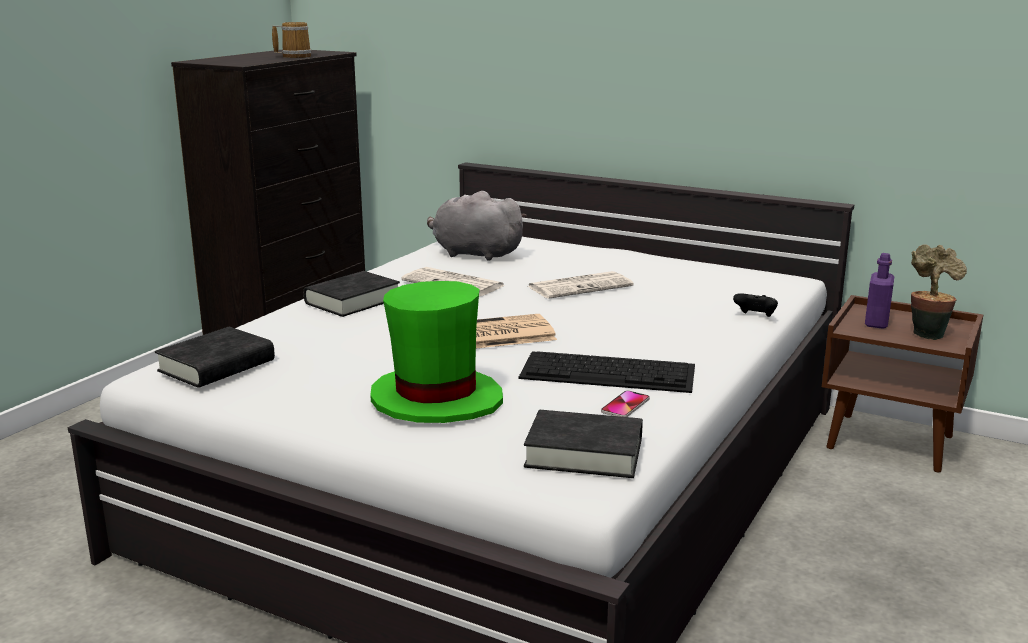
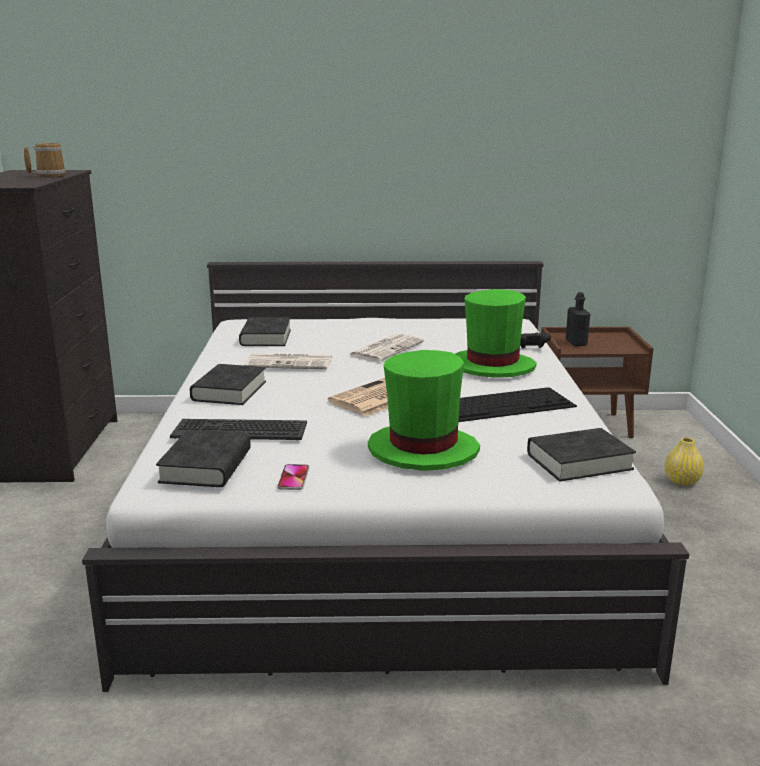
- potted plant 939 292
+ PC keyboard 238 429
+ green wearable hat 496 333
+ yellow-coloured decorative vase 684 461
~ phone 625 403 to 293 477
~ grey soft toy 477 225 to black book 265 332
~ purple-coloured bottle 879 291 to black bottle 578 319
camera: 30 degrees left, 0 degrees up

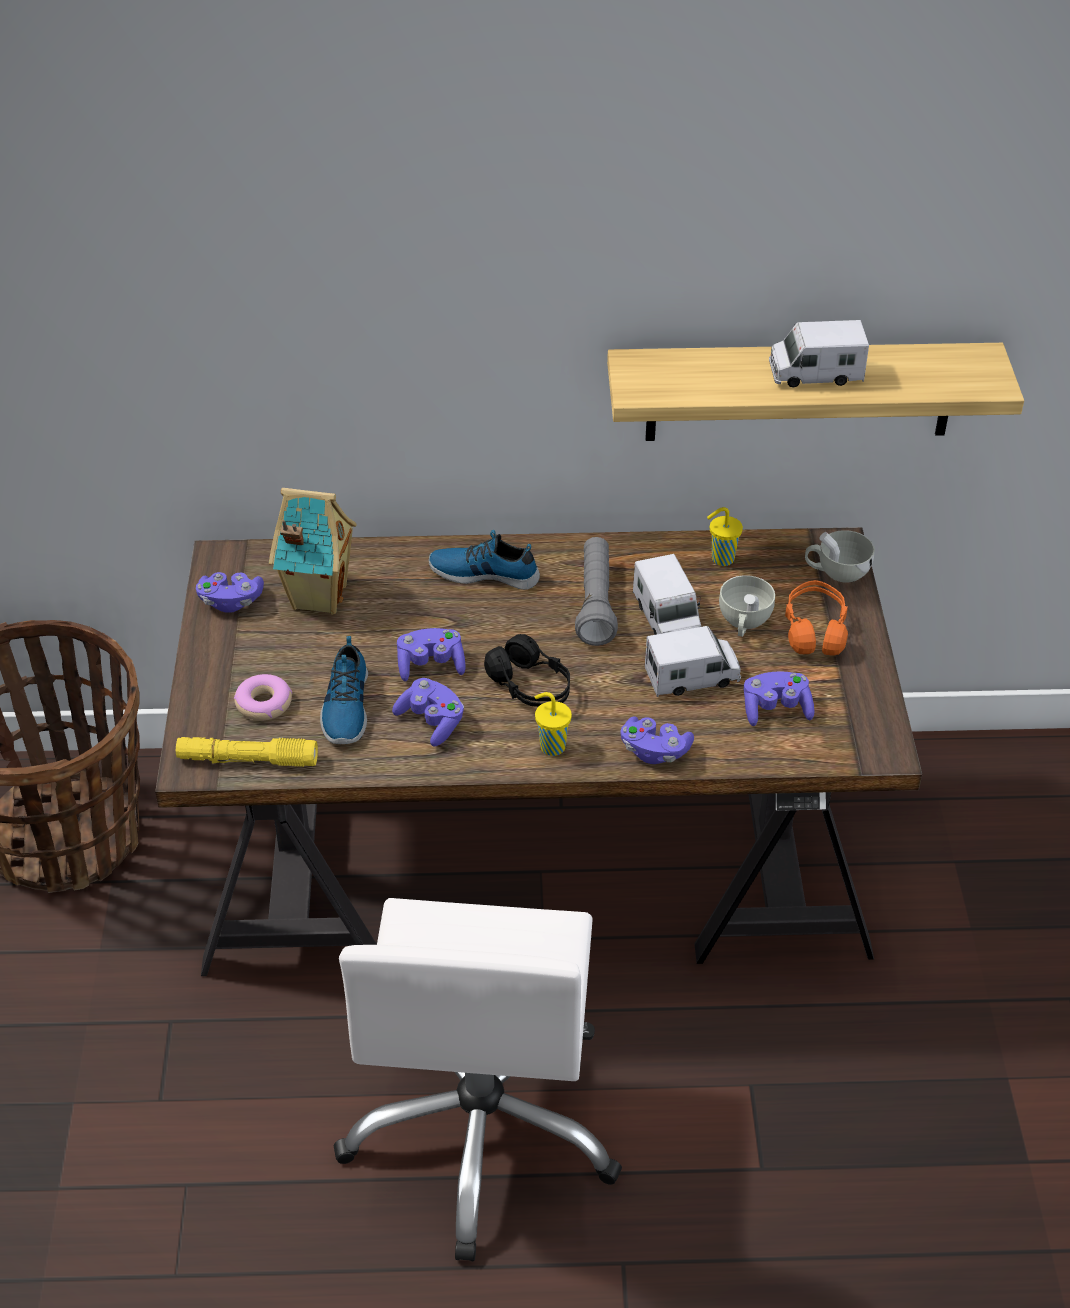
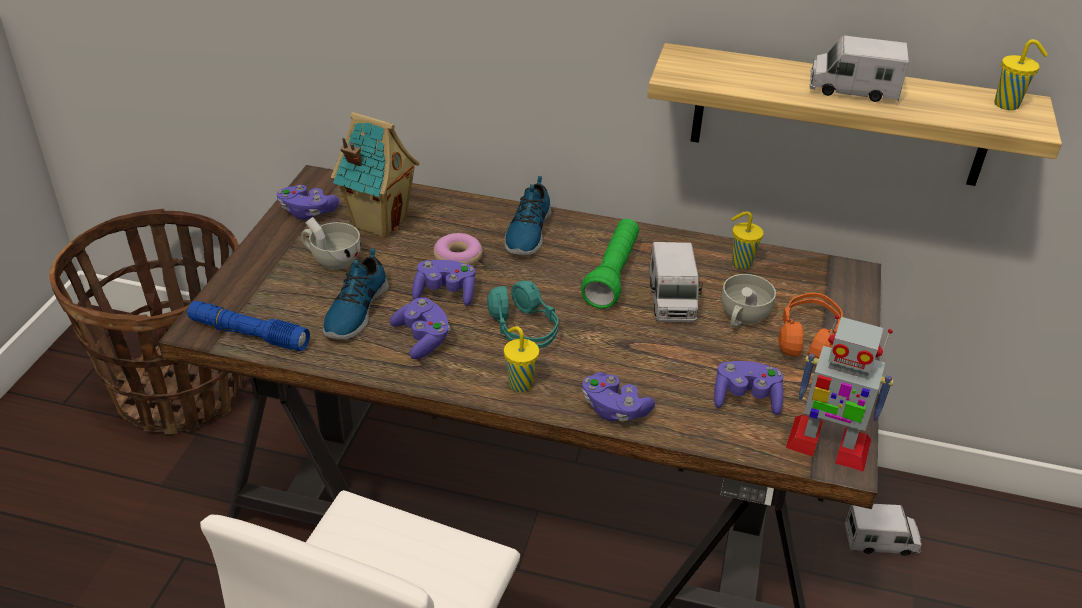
+ toy robot 839 393
+ yellow-coloured small cup 1021 74
~ donut 263 697 to 458 249
~ toy truck 693 661 to 883 530
~ white small cup 840 556 to 331 243
~ yellow-coloured torch 247 752 to blue-coloured torch 248 326
~ black headphones 527 670 to turquoise headphones 522 314
~ grey torch 596 591 to green torch 610 264
~ shoe 484 560 = 527 215 105 degrees counterclockwise
camera: 15 degrees right, 5 degrees down

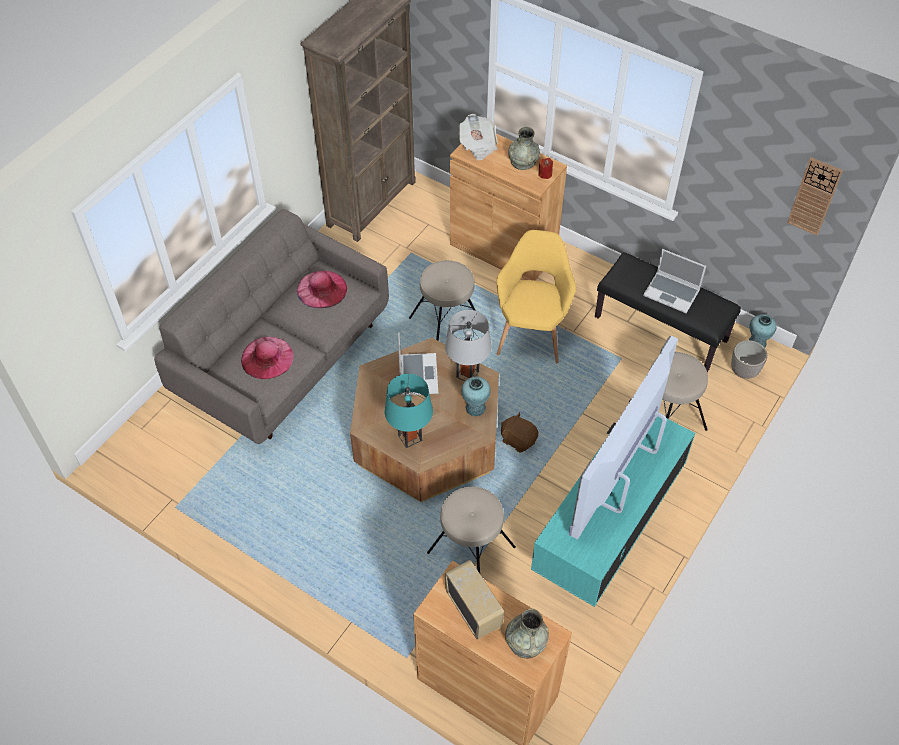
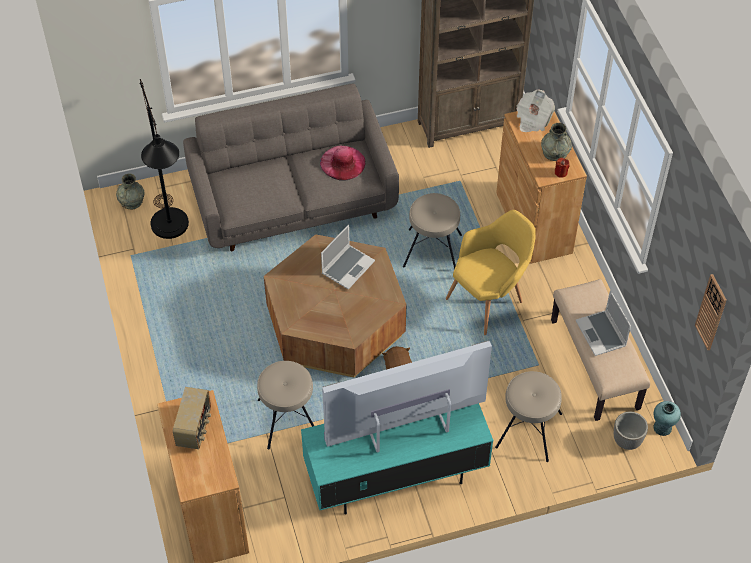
- pinkish wearable hat 267 358
- turquoise tabletop lamp 409 411
- grey tabletop lamp 468 345
- turquoise decorative vase 476 396
+ black standing lamp 164 159
~ grey decorative vase 527 633 to 130 191
~ black bench 668 312 to sand-coloured bench 600 350
camera: 40 degrees right, 0 degrees up

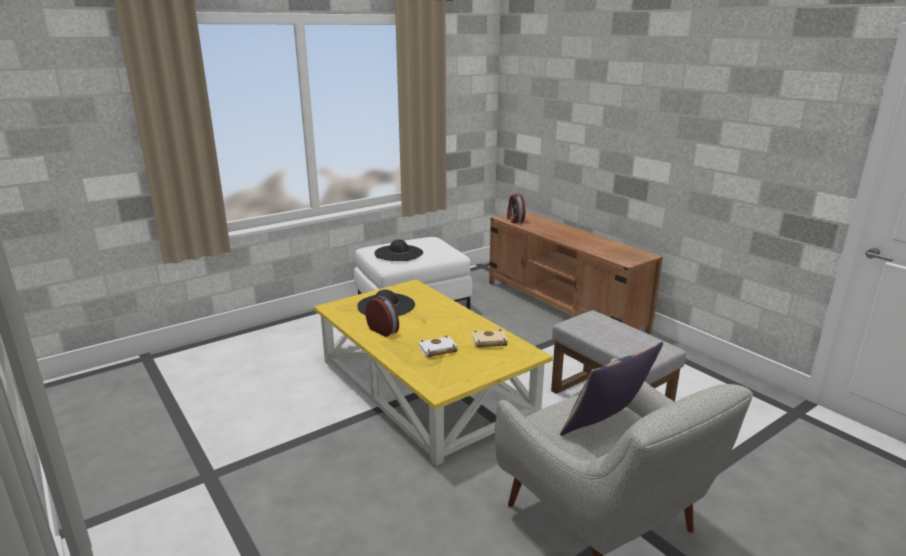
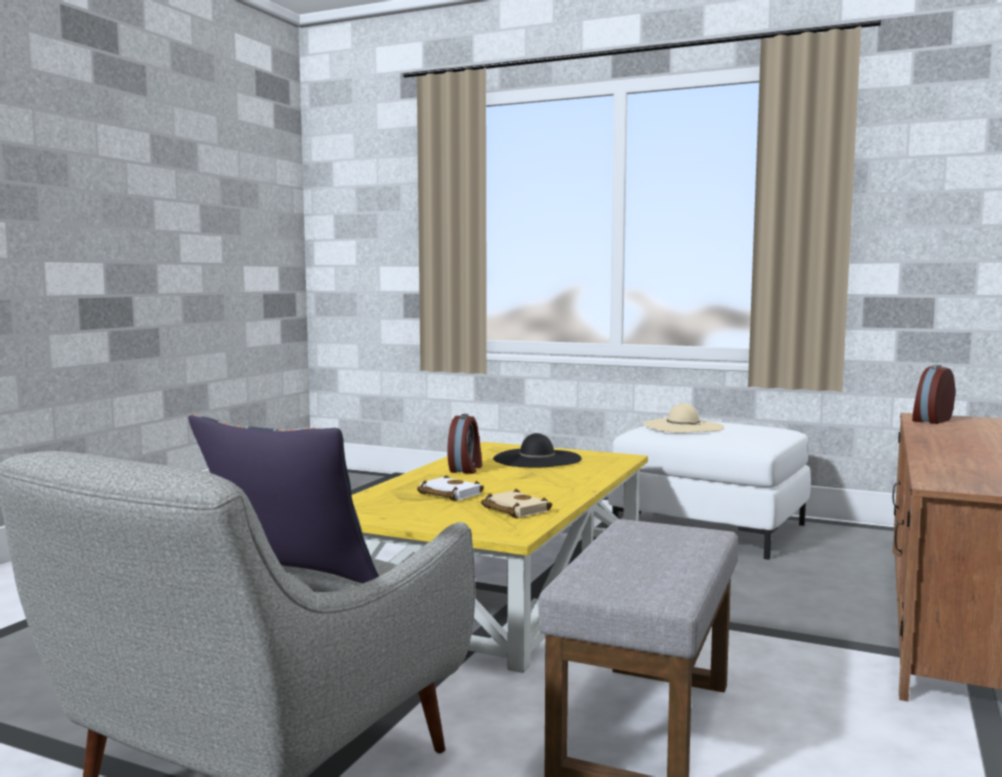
~ black wearable hat 399 250 to sand-coloured wearable hat 683 417
camera: 60 degrees right, 15 degrees down

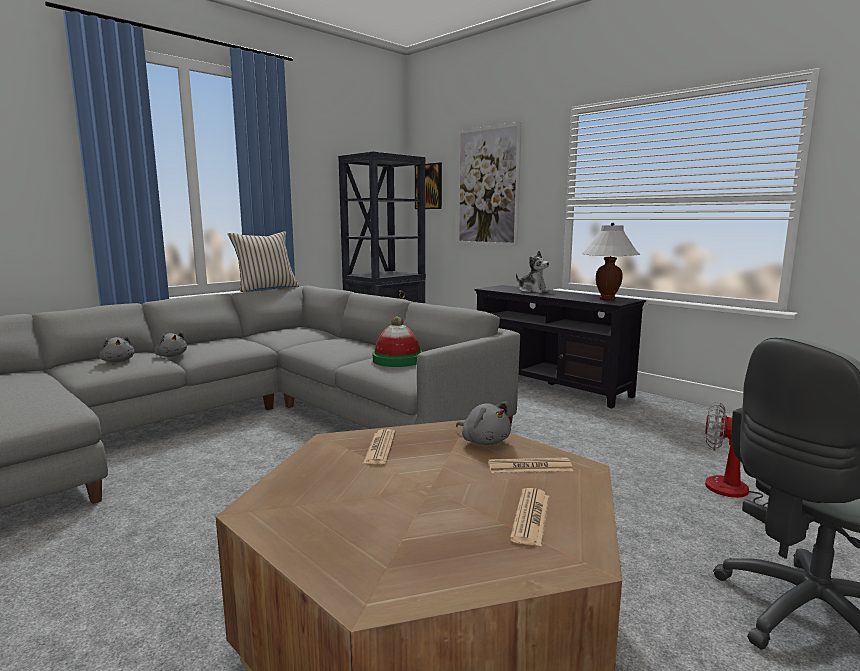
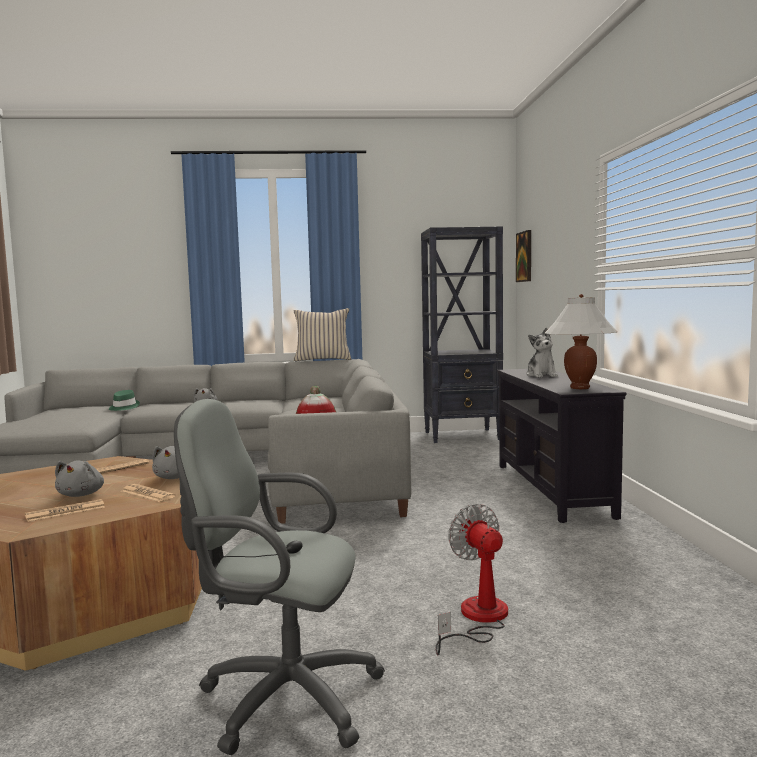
- picture 489 184
+ green wearable hat 124 400
~ grey soft toy 116 349 to 79 478
camera: 40 degrees right, 5 degrees down

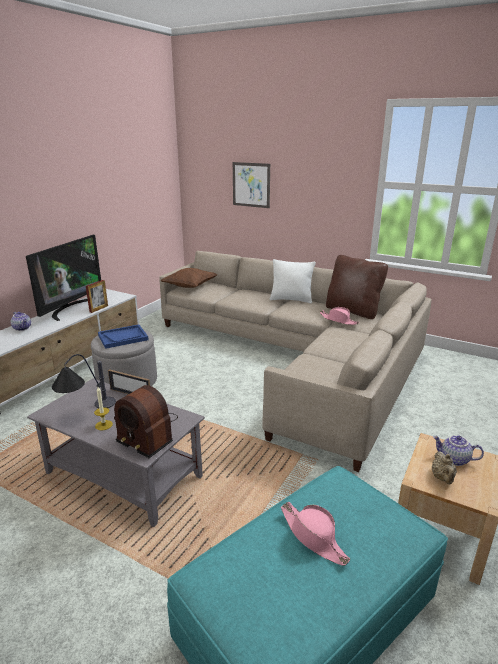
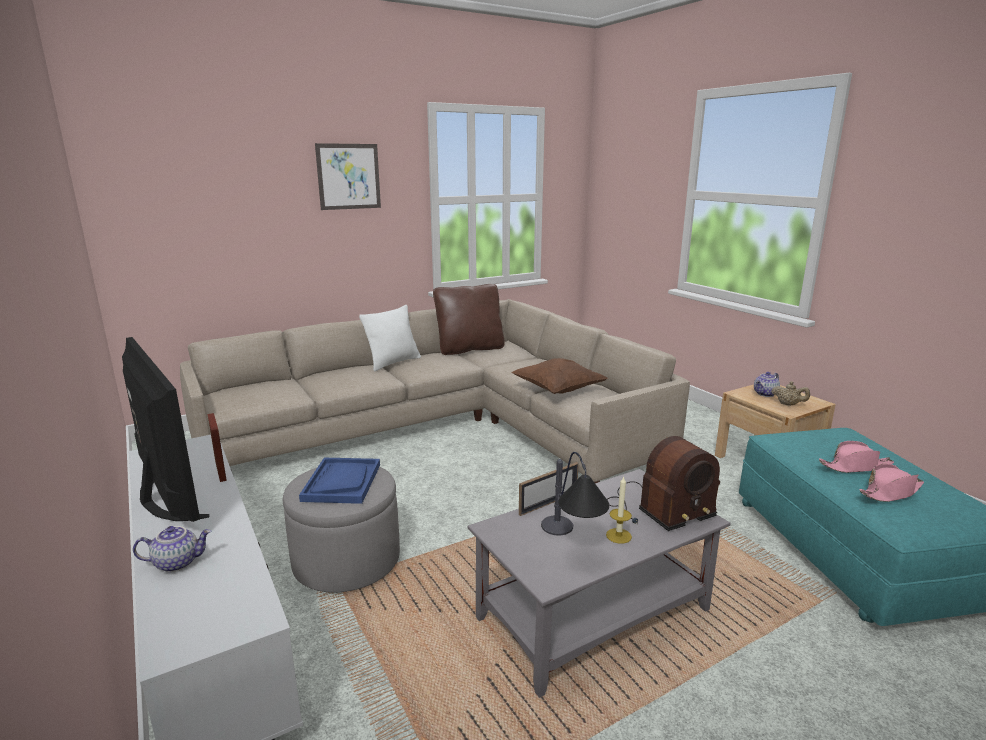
~ brown-coloured throw pillow 188 278 to 560 376
~ picture 251 185 to 348 176
~ pinkish wearable hat 339 316 to 891 483
camera: 60 degrees left, 5 degrees down

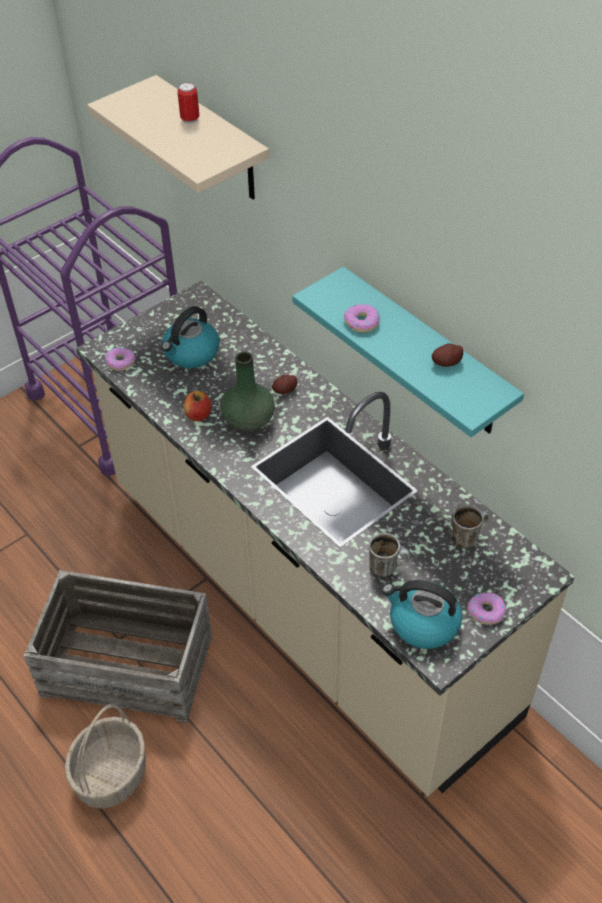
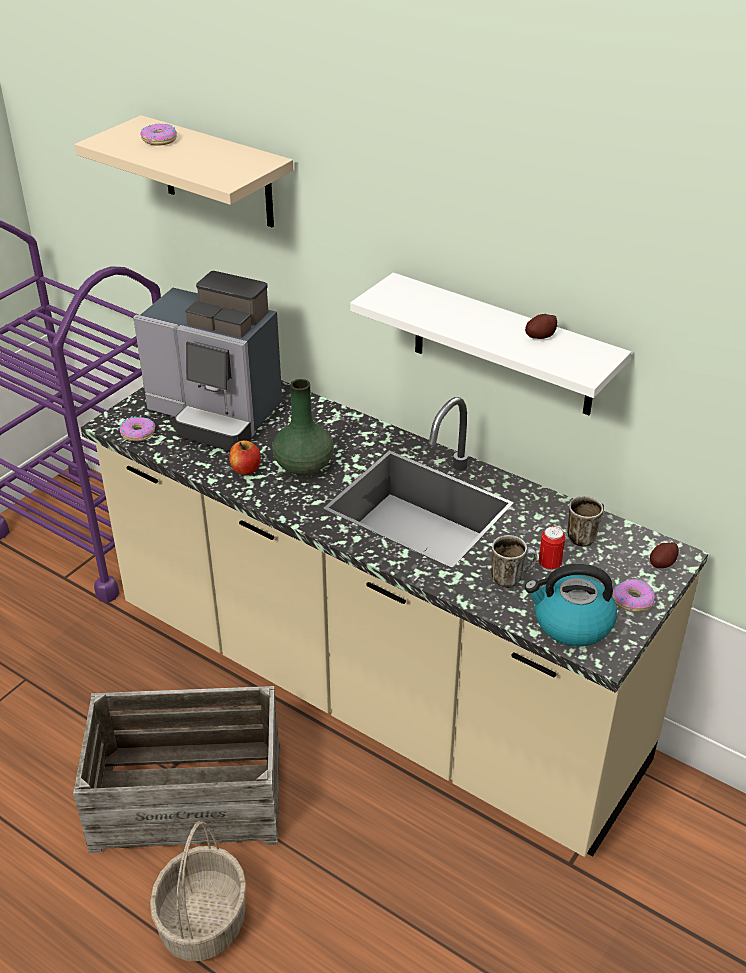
~ metal can 188 103 to 552 548
~ potato 284 384 to 664 555
~ donut 362 318 to 158 134
~ water kettle 191 337 to coffee maker 207 361
~ turquoise shelf 408 352 to white shelf 490 344
camera: 15 degrees left, 10 degrees down

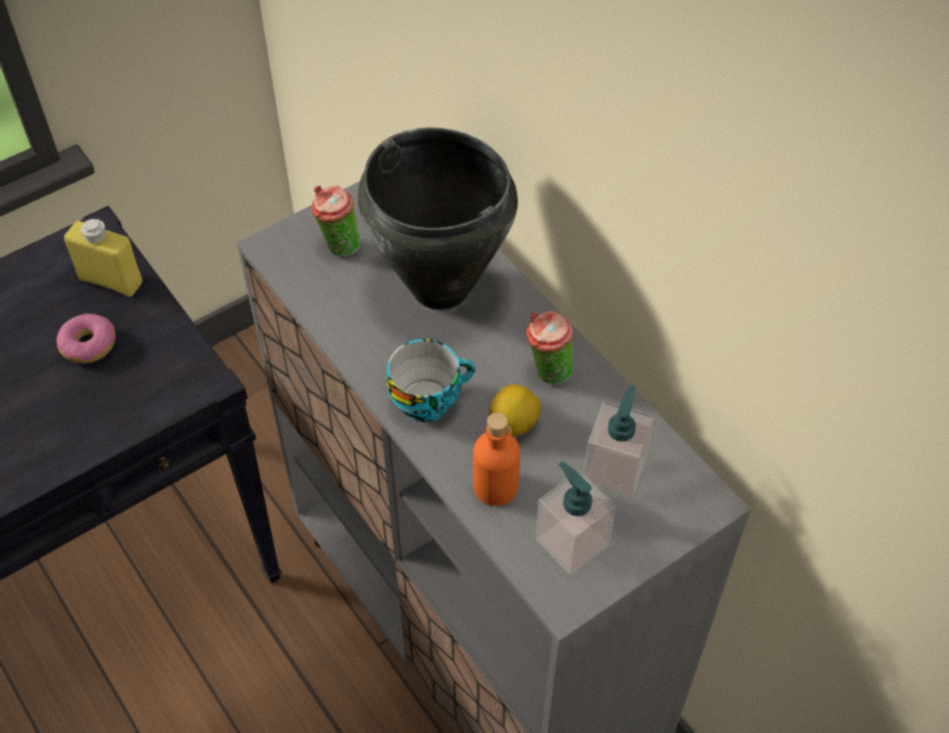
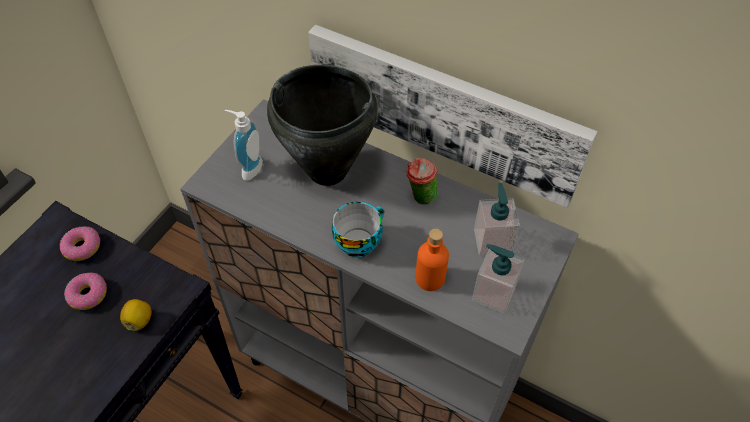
+ picture 452 116
~ whole lemon 515 410 to 136 315
~ yellow-coloured bottle 103 257 to donut 80 244
~ small cup 336 221 to liquid soap bottle 244 145
camera: 25 degrees left, 0 degrees up

